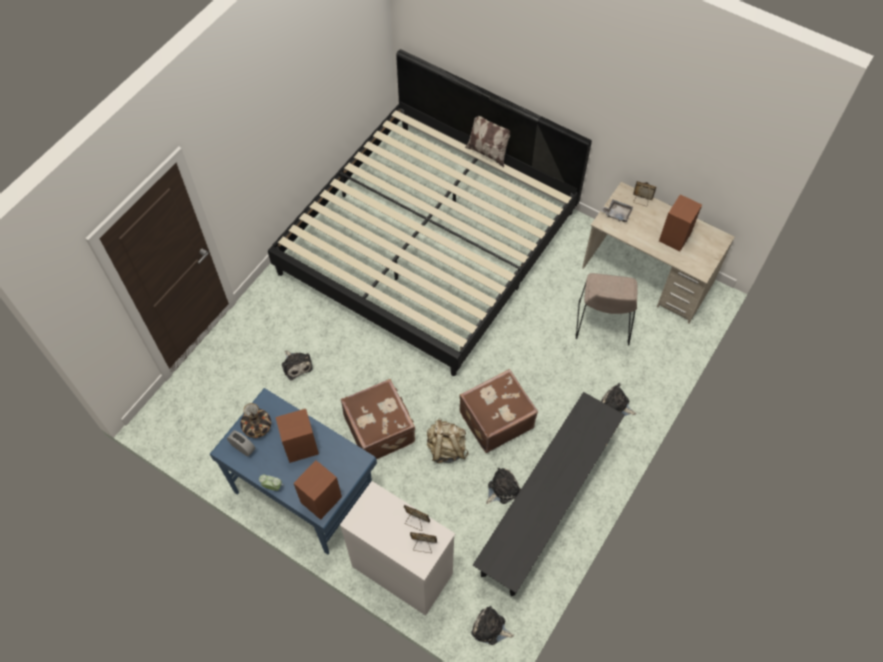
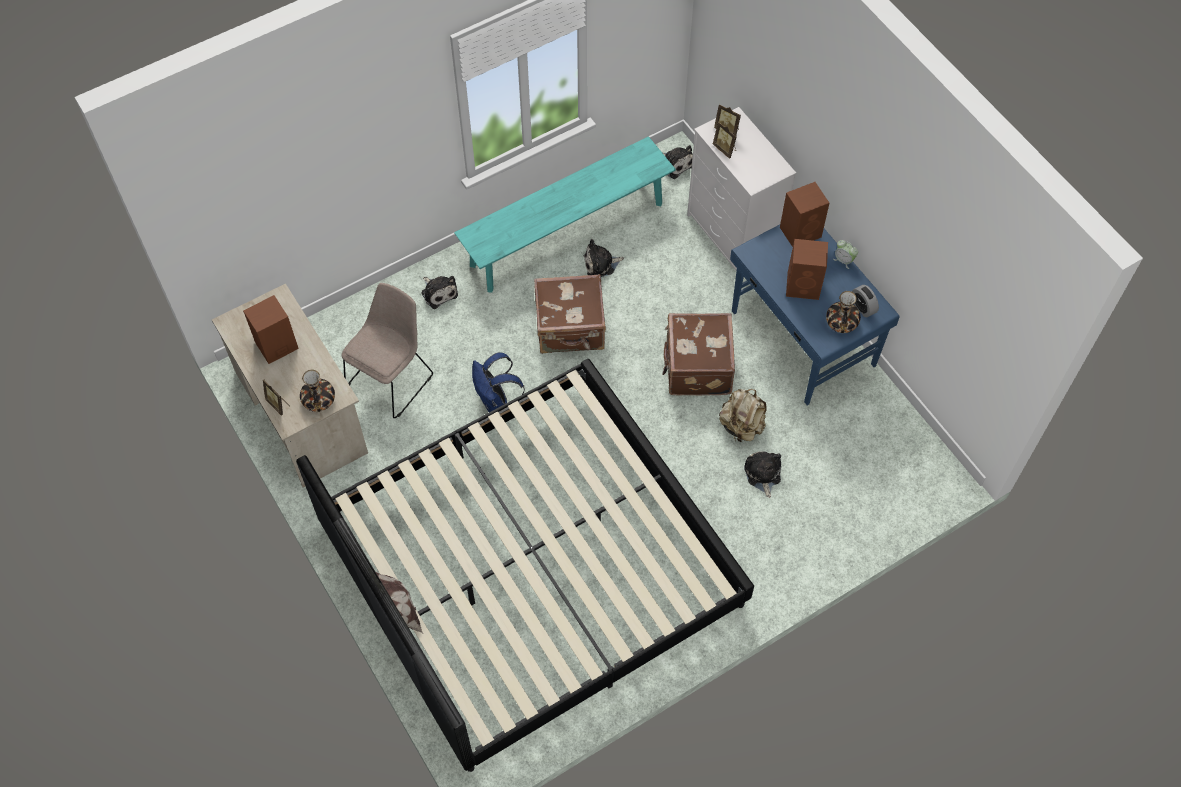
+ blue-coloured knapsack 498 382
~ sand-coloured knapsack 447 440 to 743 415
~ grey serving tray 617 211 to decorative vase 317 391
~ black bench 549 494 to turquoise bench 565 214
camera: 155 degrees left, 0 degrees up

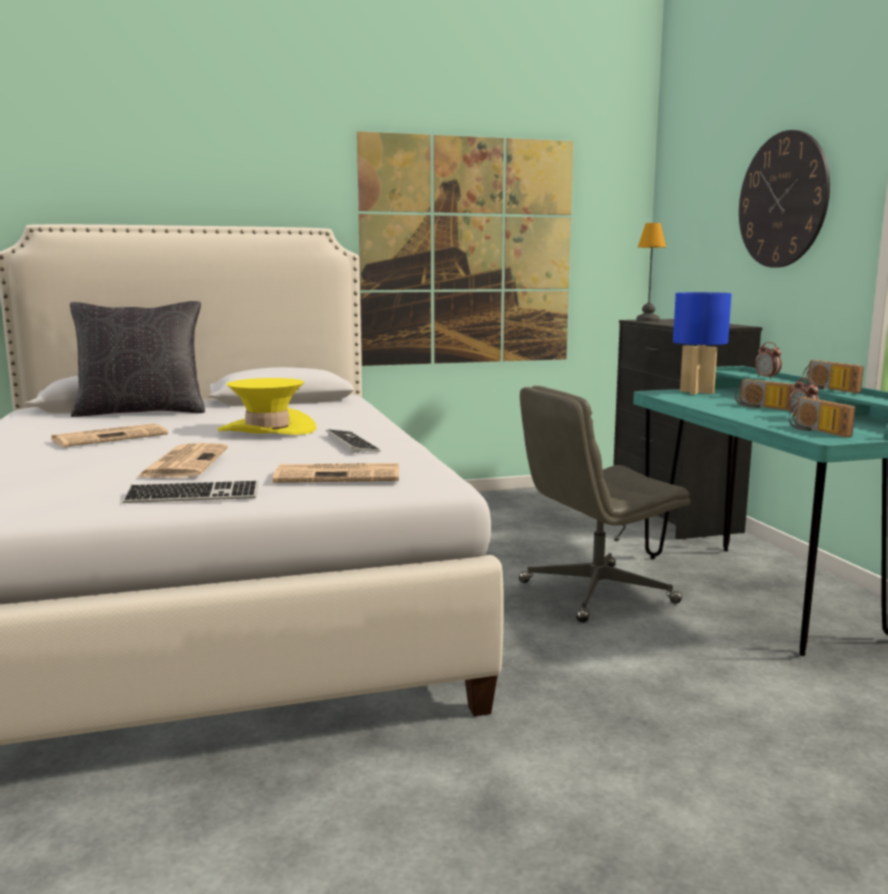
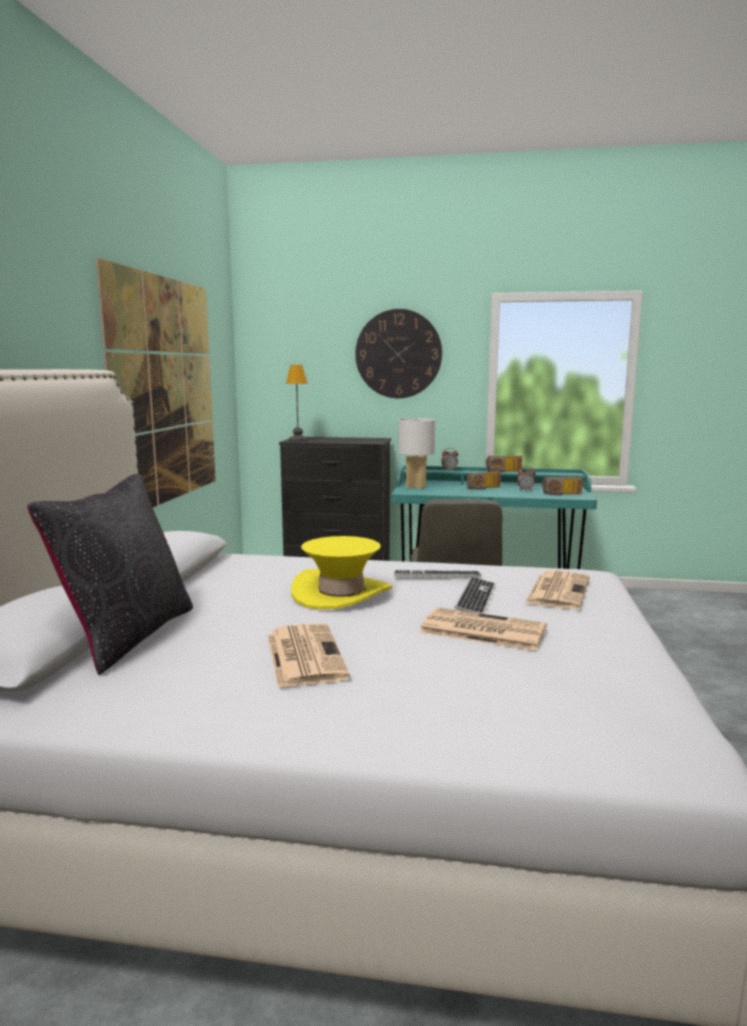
~ PC keyboard 191 492 to 475 595
~ blue-coloured tabletop lamp 702 343 to white tabletop lamp 416 453
camera: 65 degrees left, 0 degrees up

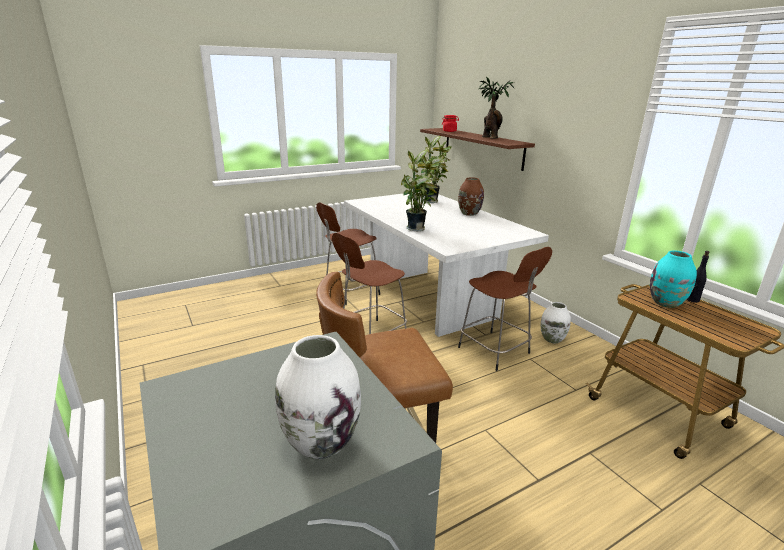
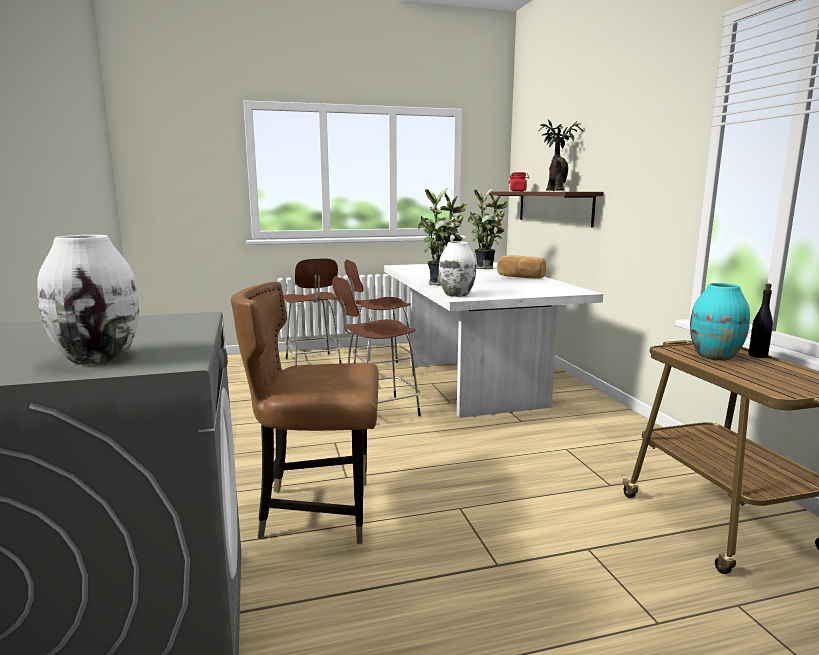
~ brown-coloured stool 505 309 to 312 312
~ white decorative vase 556 322 to 457 269
~ brown-coloured decorative vase 471 196 to baked bread 521 267
camera: 15 degrees right, 10 degrees down

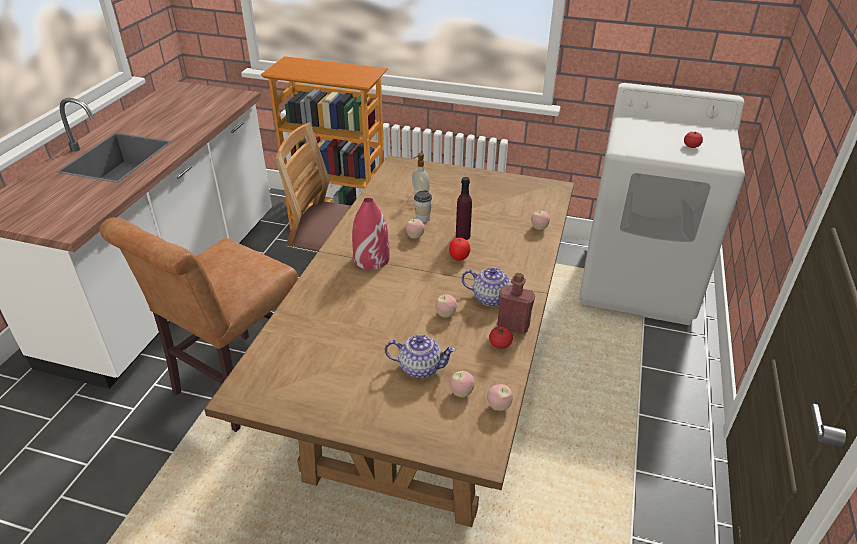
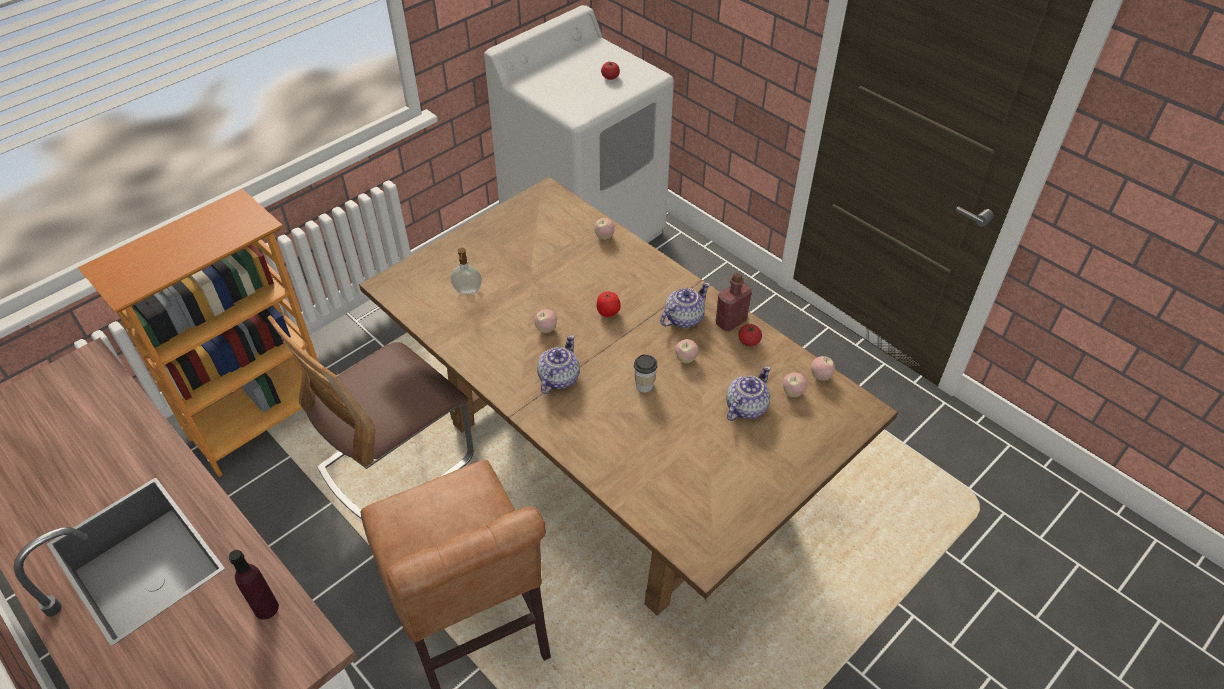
~ small cup 423 206 to 646 373
~ purple-coloured bottle 464 208 to 254 585
~ red-coloured decorative vase 371 234 to tea pot 558 364
camera: 60 degrees left, 10 degrees up

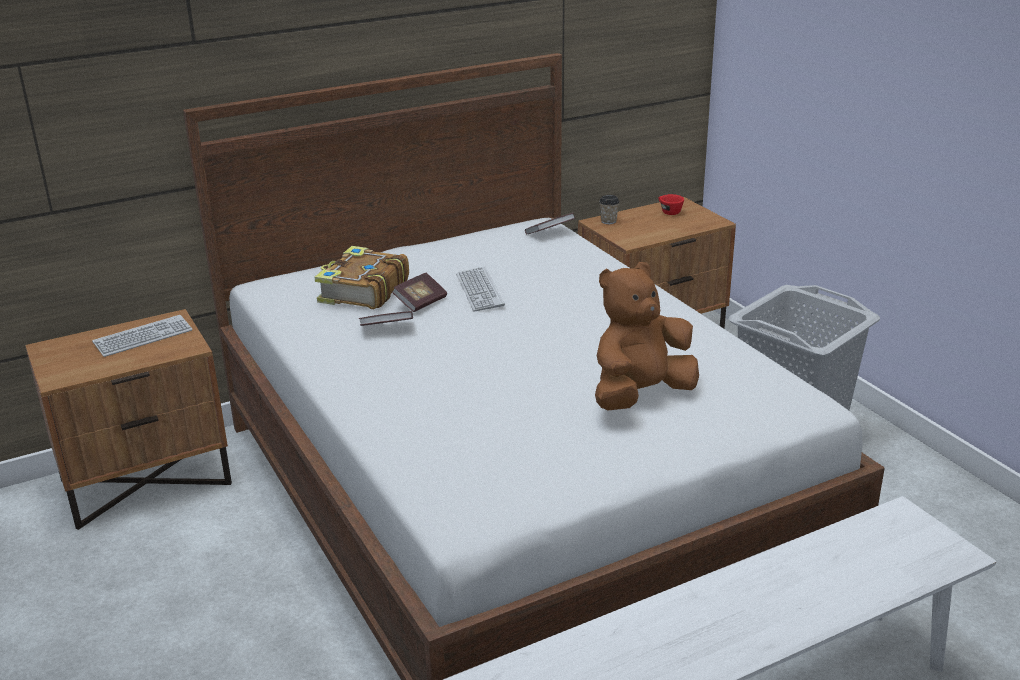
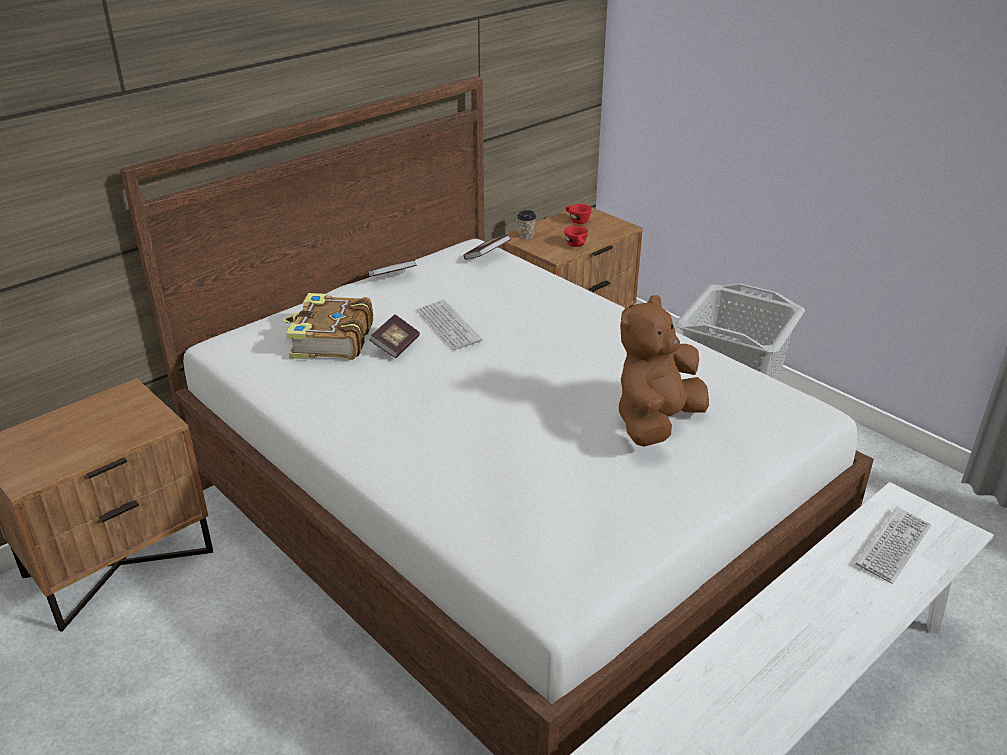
+ red-coloured small cup 576 236
~ PC keyboard 142 336 to 893 545
~ book 386 318 to 392 268
camera: 15 degrees left, 5 degrees up

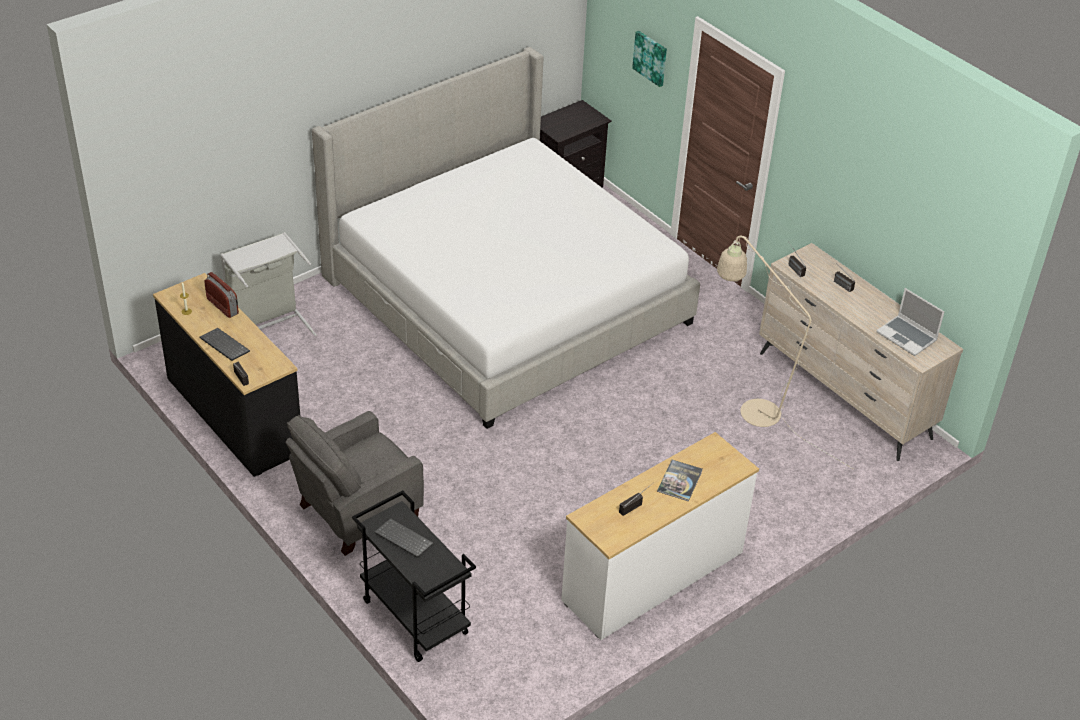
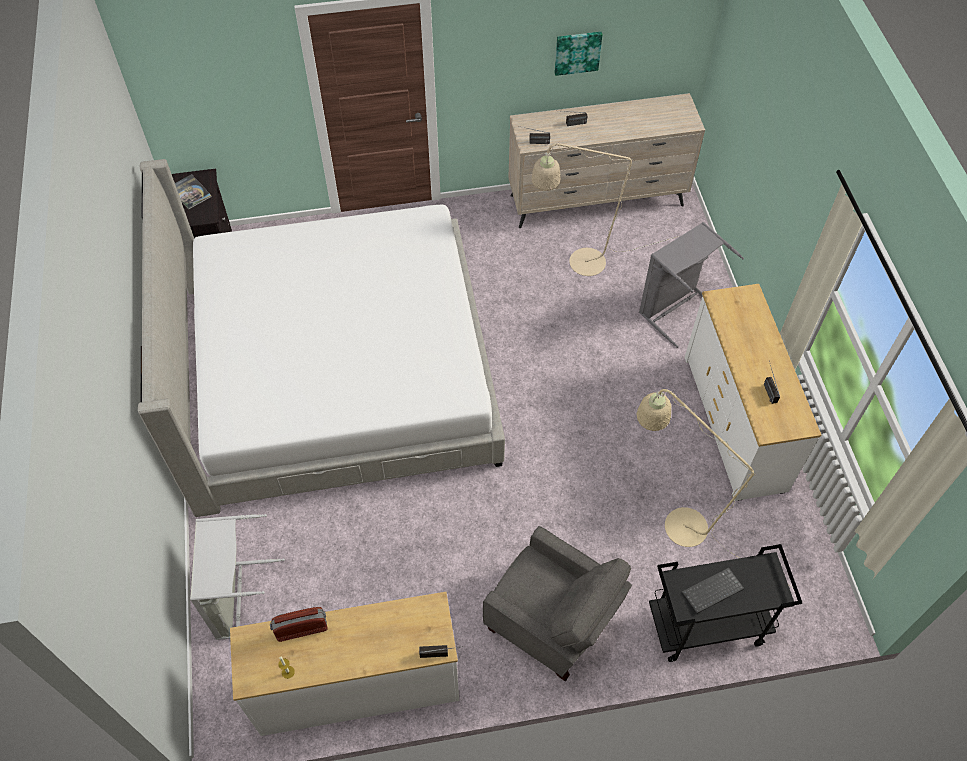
- PC keyboard 224 344
- laptop 910 322
+ sand-coloured standing lamp 715 488
+ grey laundry basket 691 285
~ picture 649 59 to 578 54
~ book 680 480 to 193 192
~ black drawer chest 226 375 to white drawer chest 344 664
~ grey lounge chair 354 483 = 557 604 45 degrees counterclockwise
camera: 60 degrees left, 15 degrees up

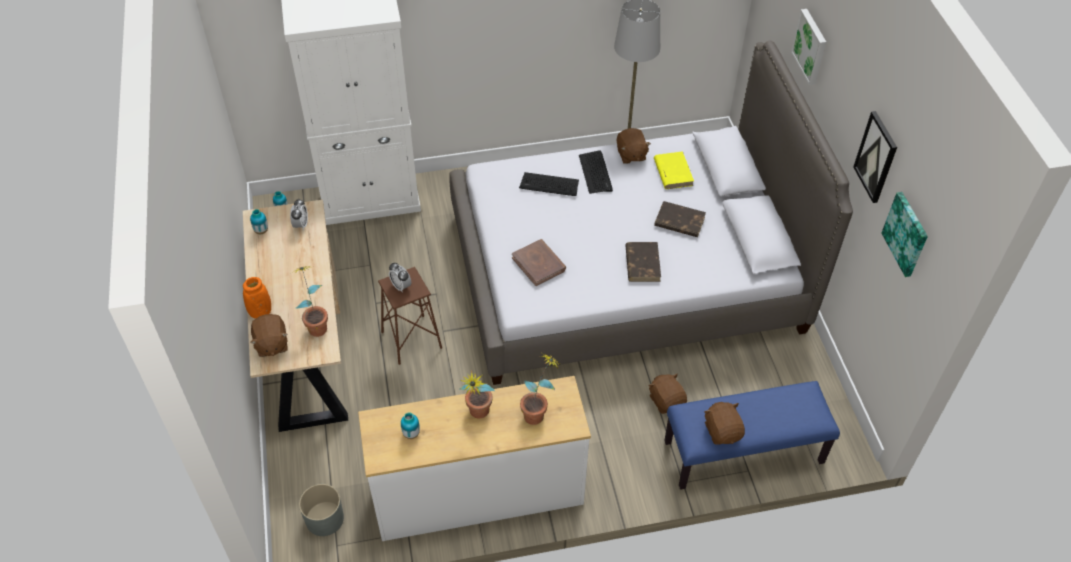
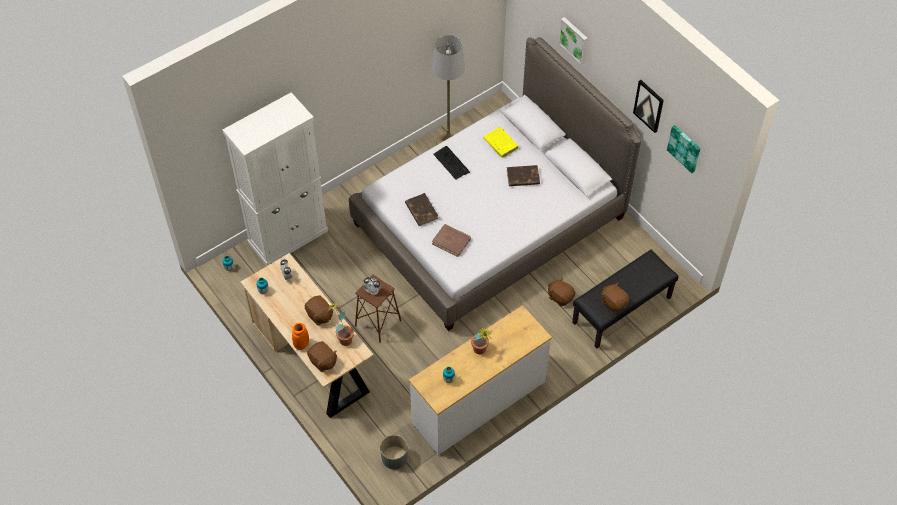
- PC keyboard 549 184
- potted plant 540 389
~ brown-coloured soft toy 634 146 to 319 310
~ brown-coloured book 643 262 to 421 209
~ blue-coloured bench 752 435 to black bench 625 299
camera: 25 degrees left, 5 degrees up

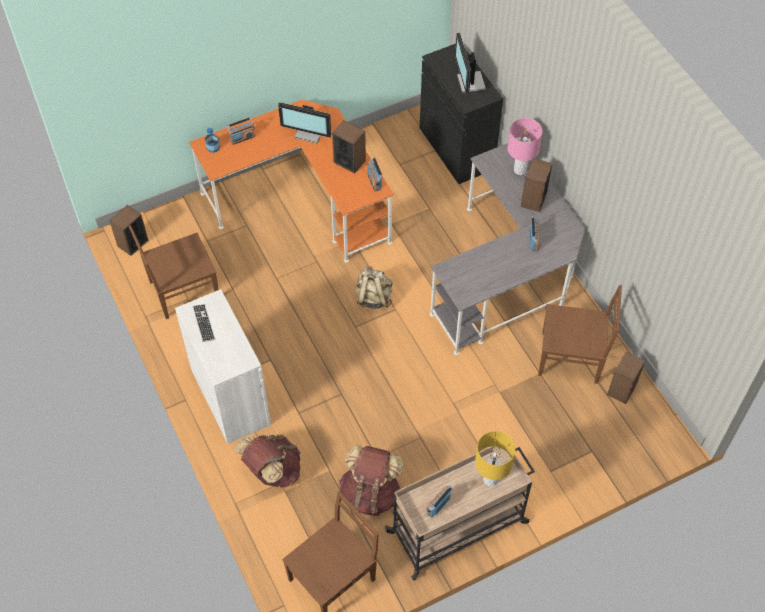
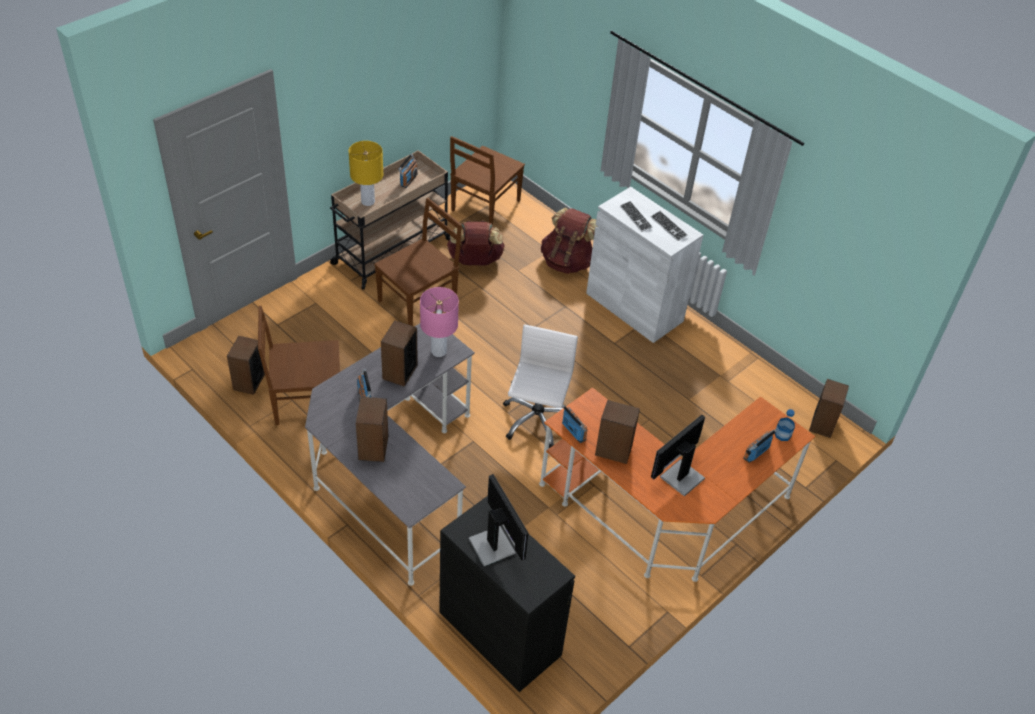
+ audio speaker 399 353
+ PC keyboard 636 216
~ brown-coloured plain chair 174 272 to 418 261
~ pinkish tabletop lamp 525 146 to 439 322
~ sand-coloured knapsack 374 287 to white computer chair 540 386
~ monitor 304 122 = 678 455 45 degrees counterclockwise
camera: 160 degrees right, 10 degrees down

